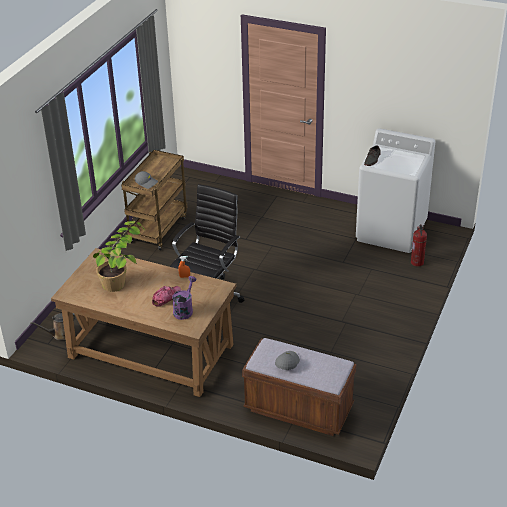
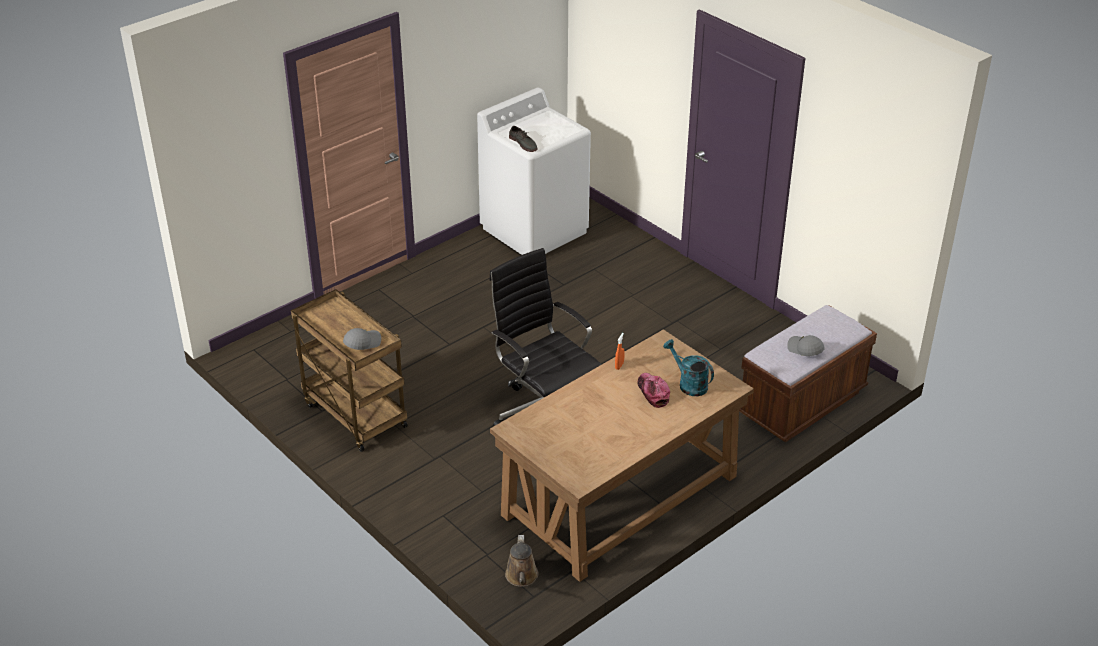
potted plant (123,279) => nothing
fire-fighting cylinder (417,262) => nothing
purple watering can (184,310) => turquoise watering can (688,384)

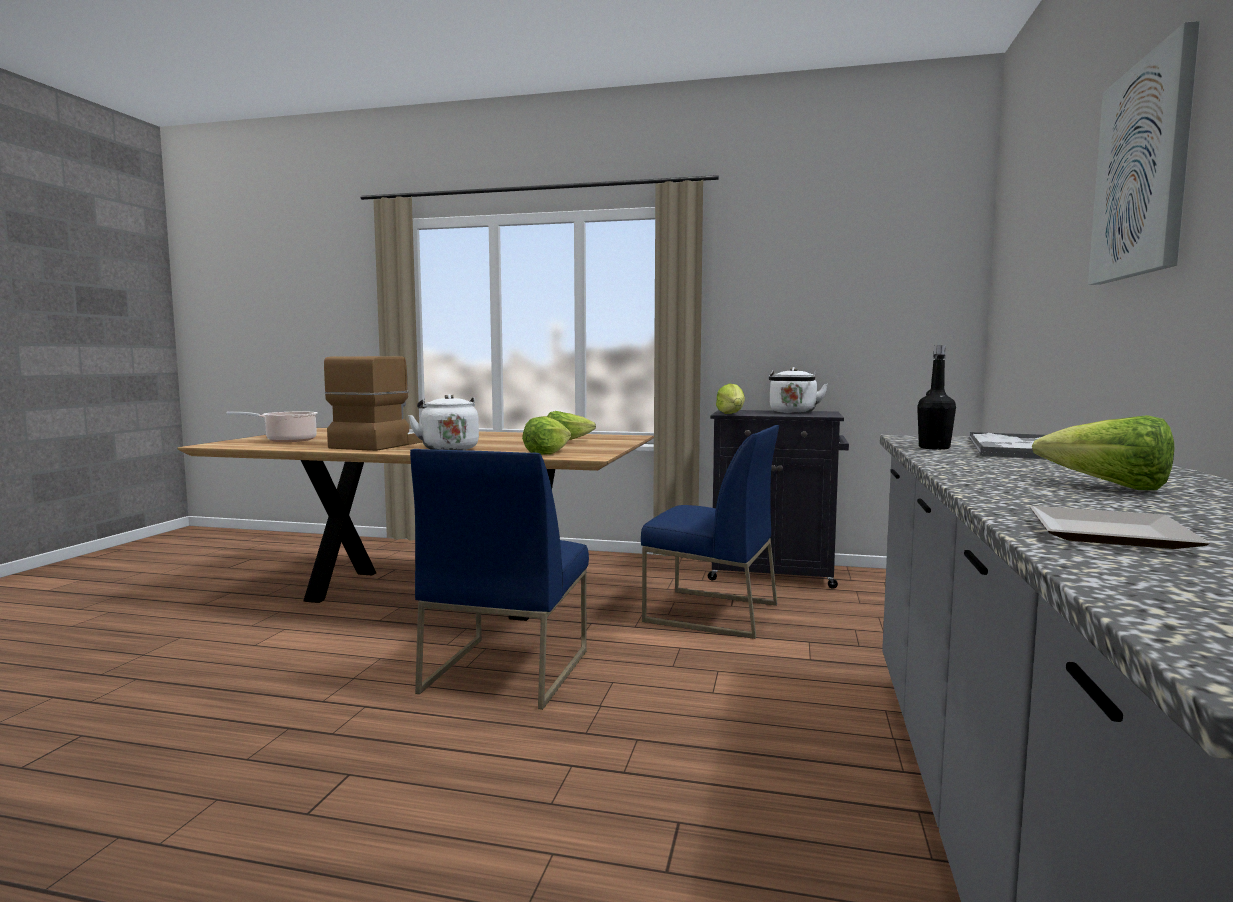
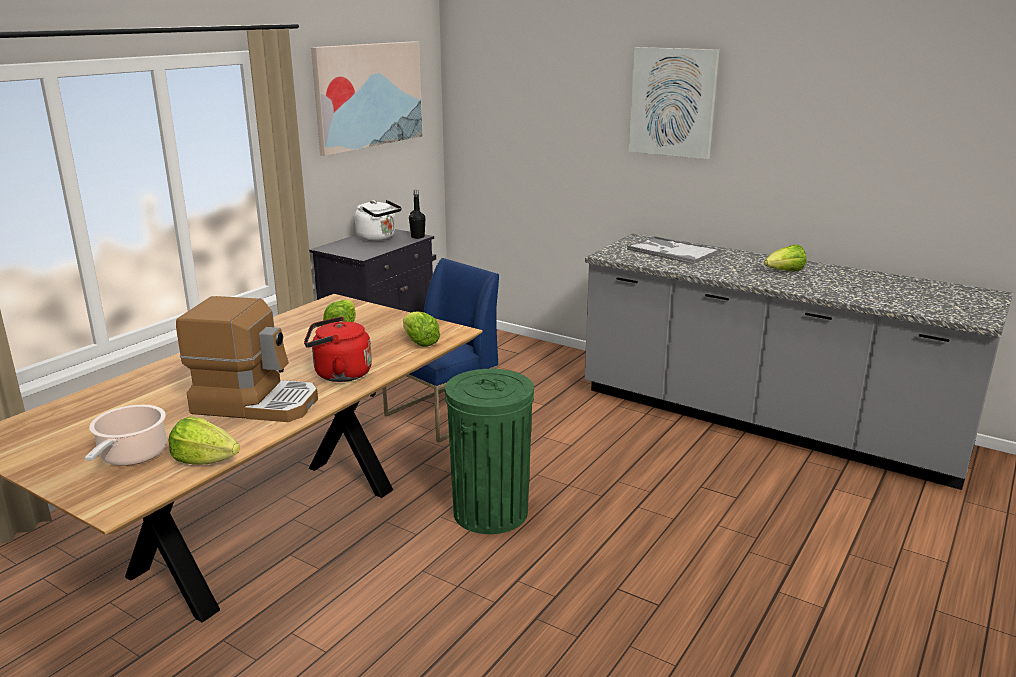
black beverage bottle (934,448) => black beverage bottle (417,237), move
coffee machine (381,444) => coffee machine (256,403), 150 degrees clockwise
lettuce (731,414) => lettuce (205,460), move
white water kettle (448,448) => red water kettle (339,374)
bluish plain chair (505,670) => greenish trash can (490,512)
dinner plate (1105,535) => nothing
nothing => picture (368,95)

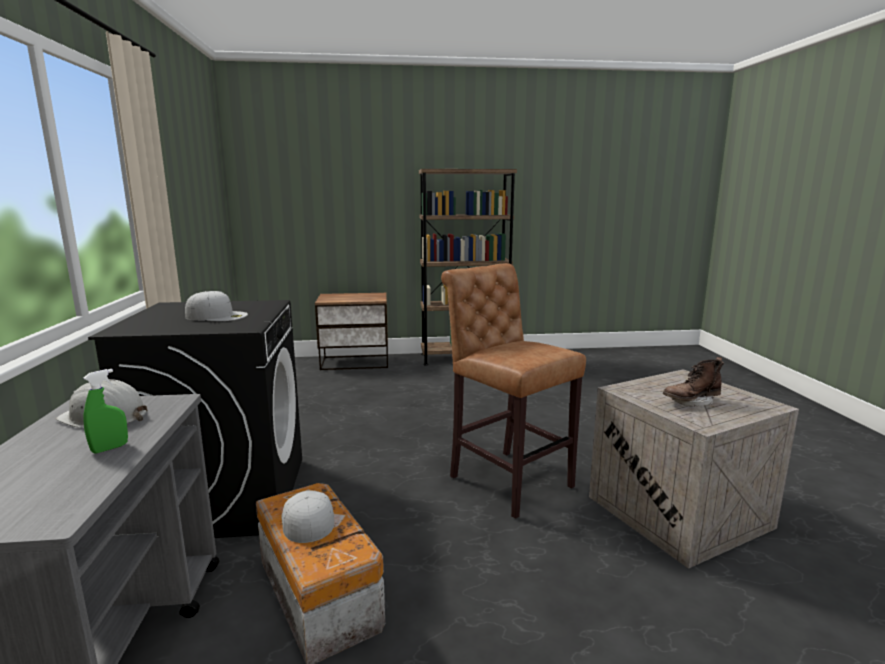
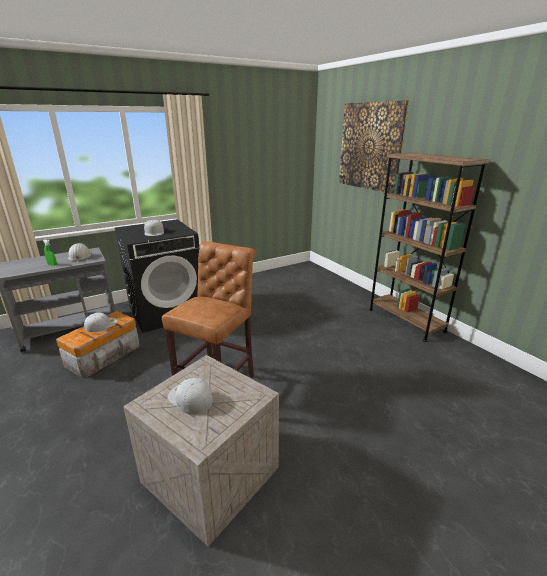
bedside table (356,363) => nothing
brown-coloured boot (691,402) => white cap (189,398)
nothing => picture (370,146)

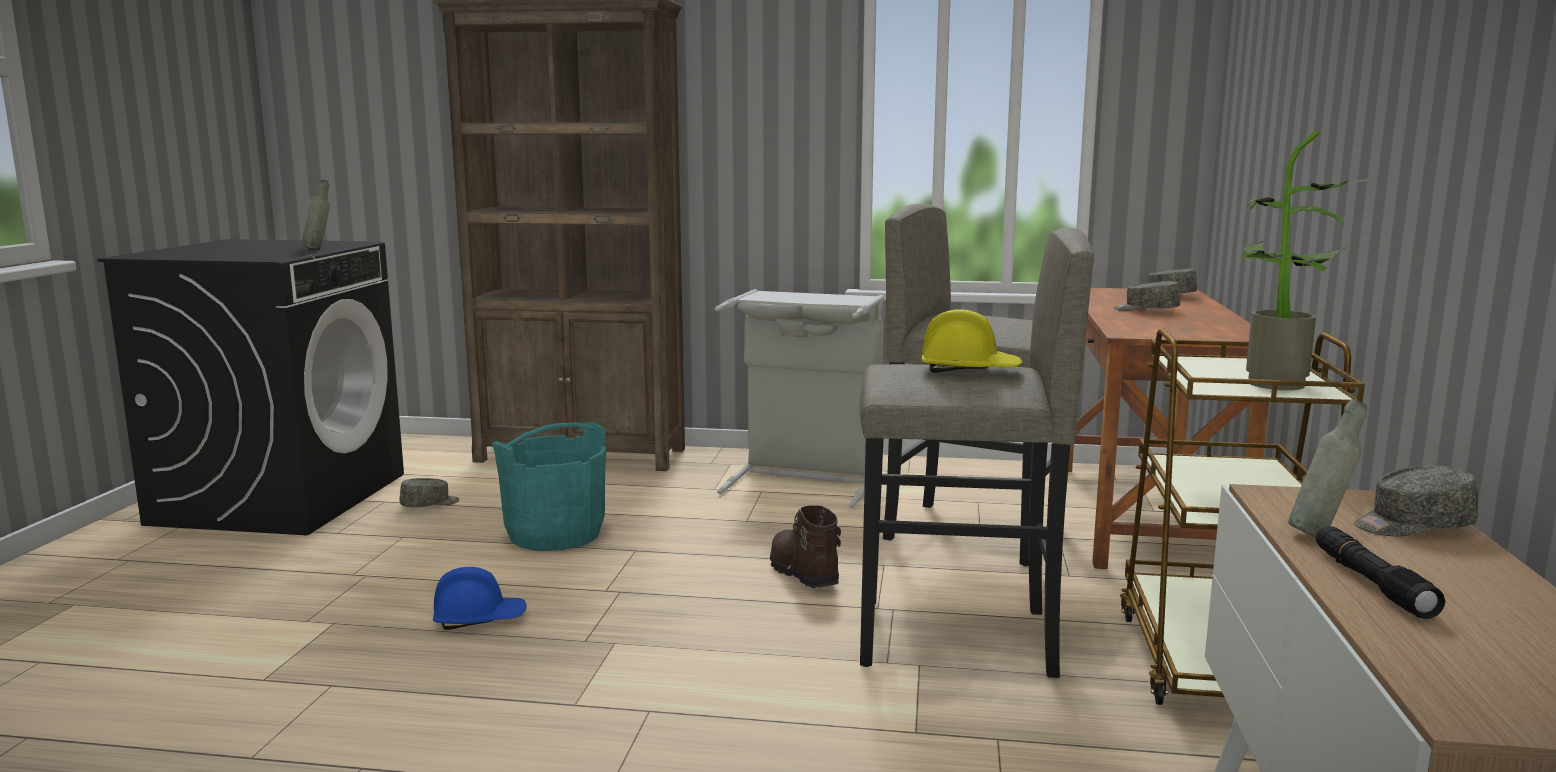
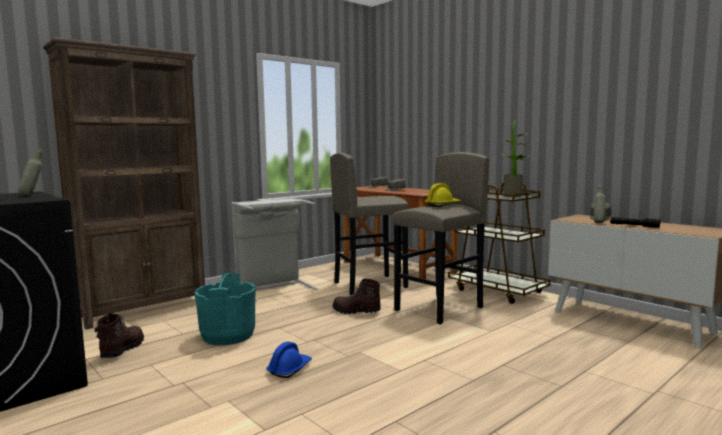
grey cap (430,504) => brown-coloured boot (121,350)

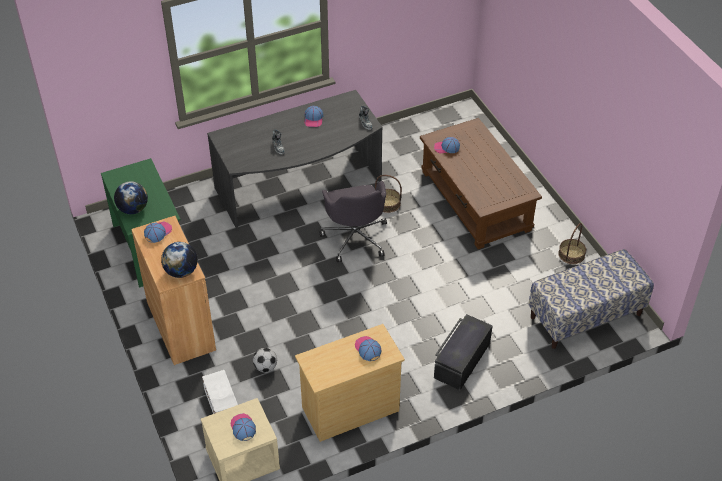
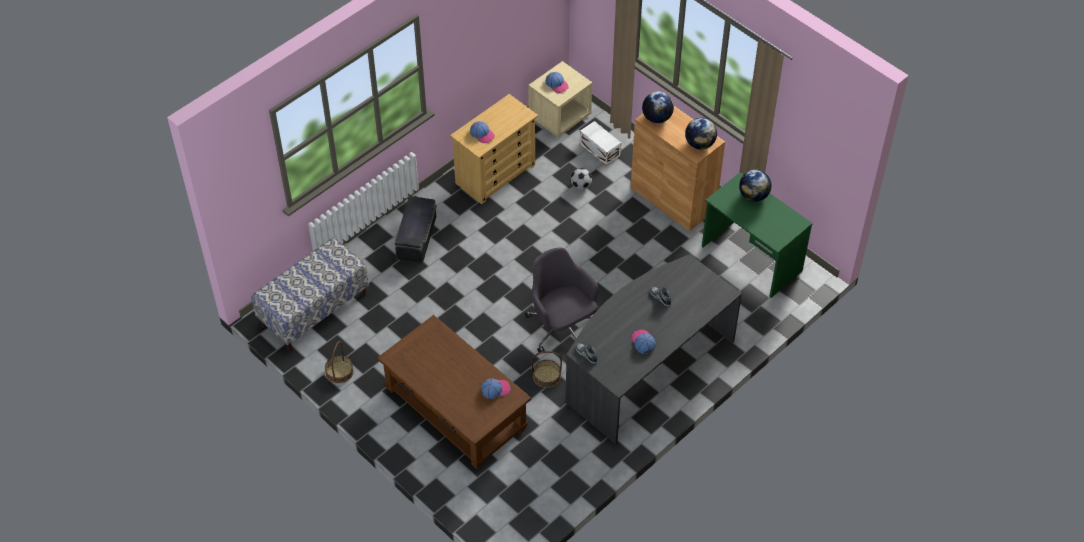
cap (158,232) => world globe (700,144)

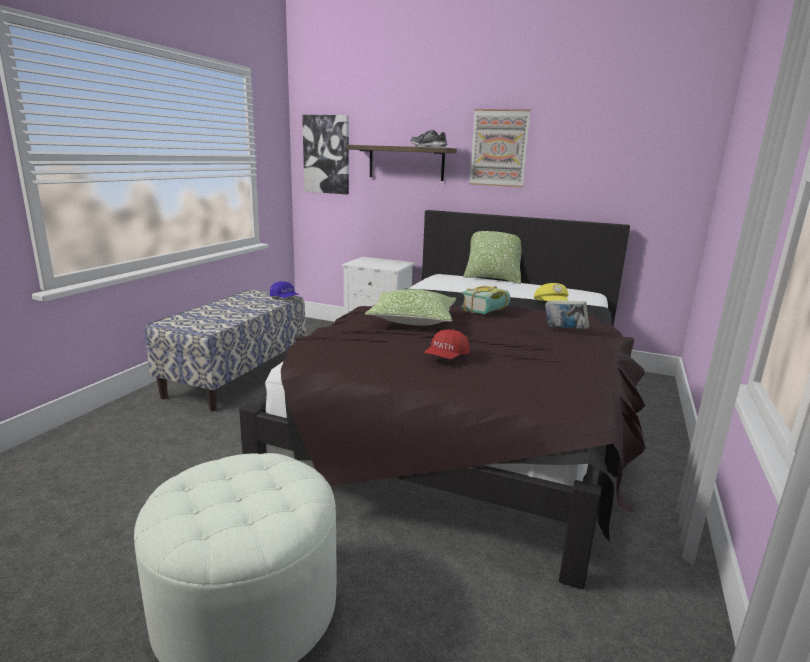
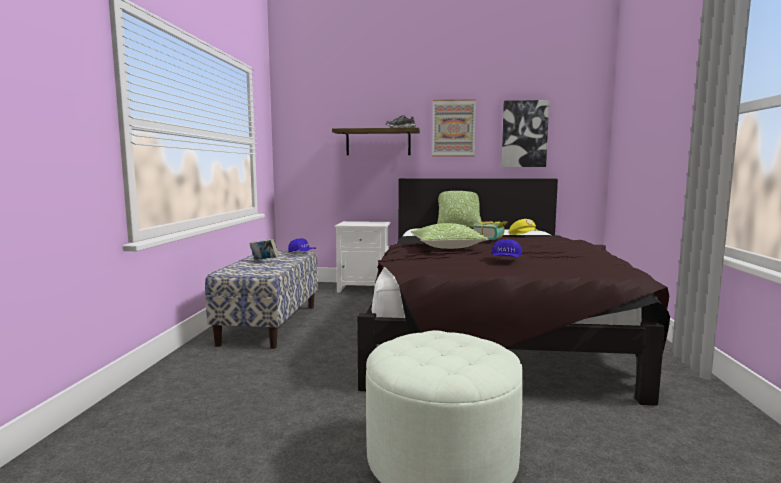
picture (327,154) => picture (524,134), move
volume (564,330) => volume (264,260), move
red cap (446,357) => bluish cap (506,259)

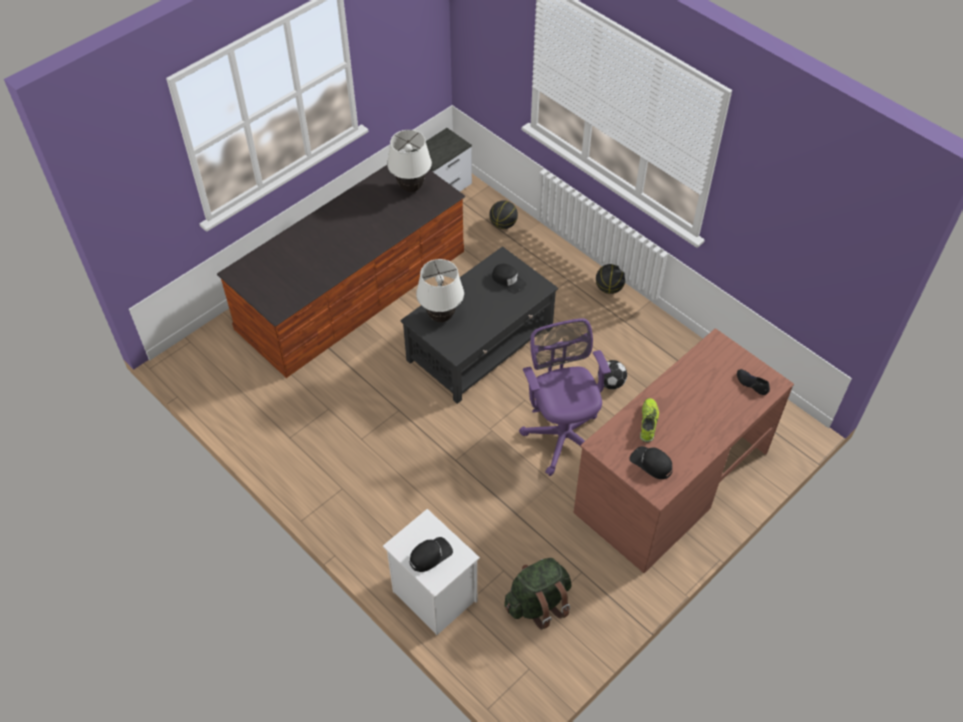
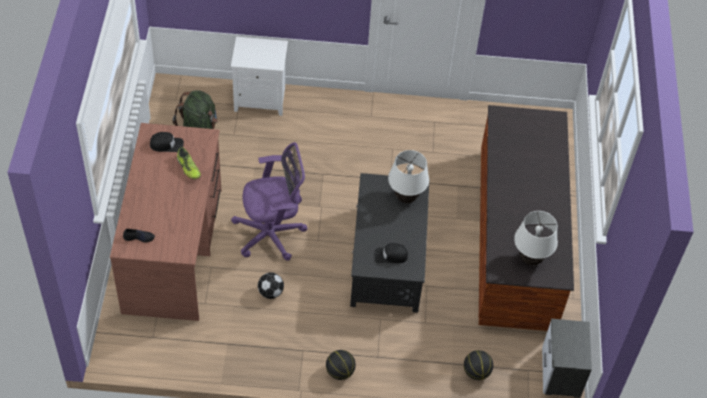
purple office chair (562,433) => purple office chair (272,234), 45 degrees counterclockwise
black cap (430,555) => nothing

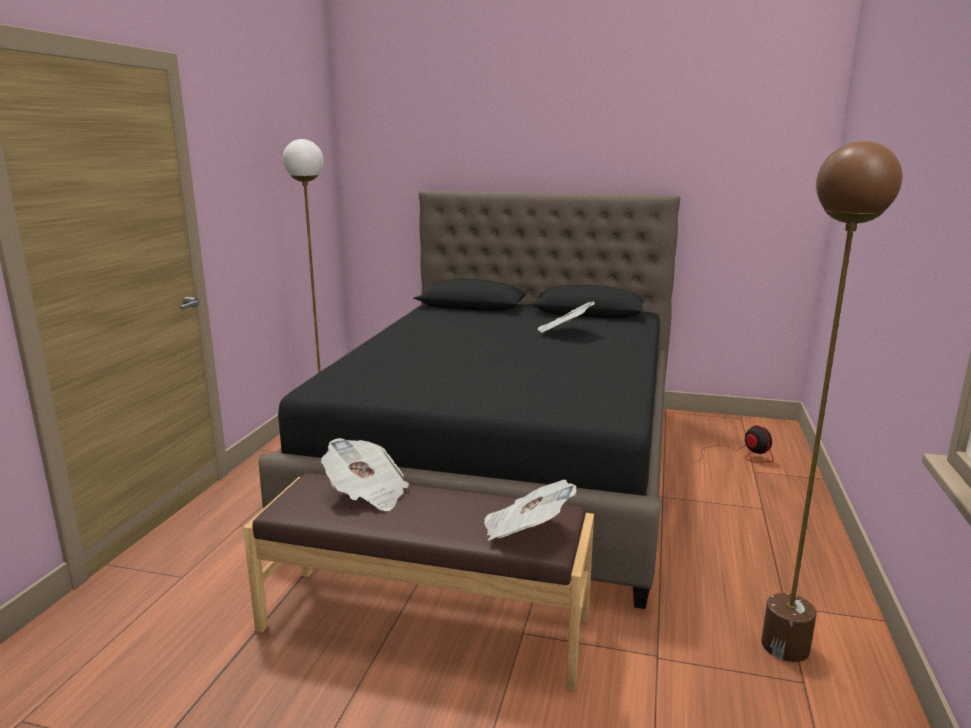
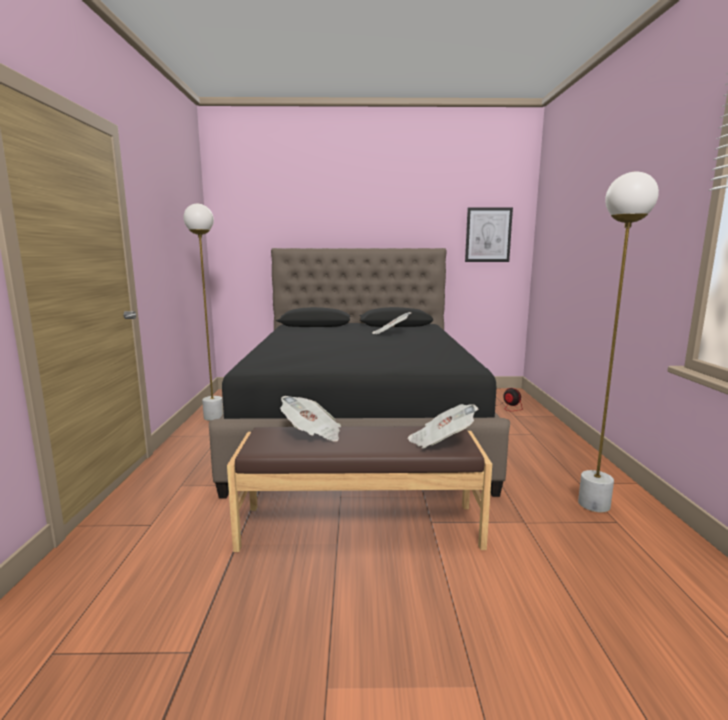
brown-coloured standing lamp (785,646) => white standing lamp (593,504)
nothing => picture (488,235)

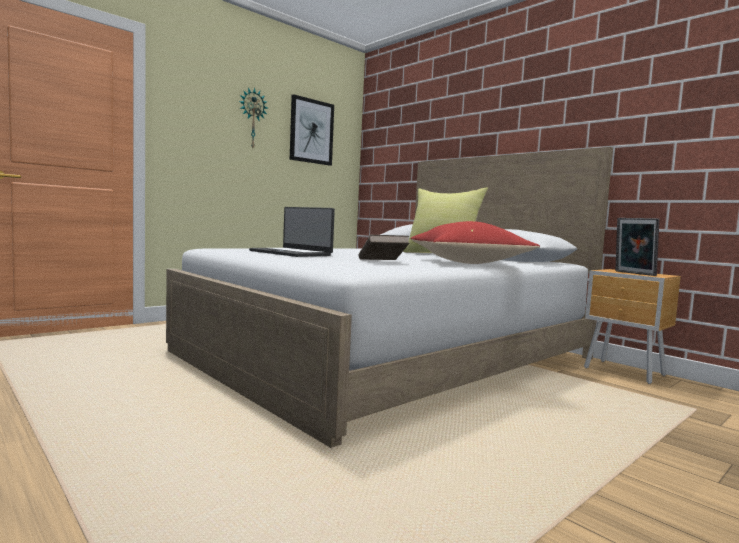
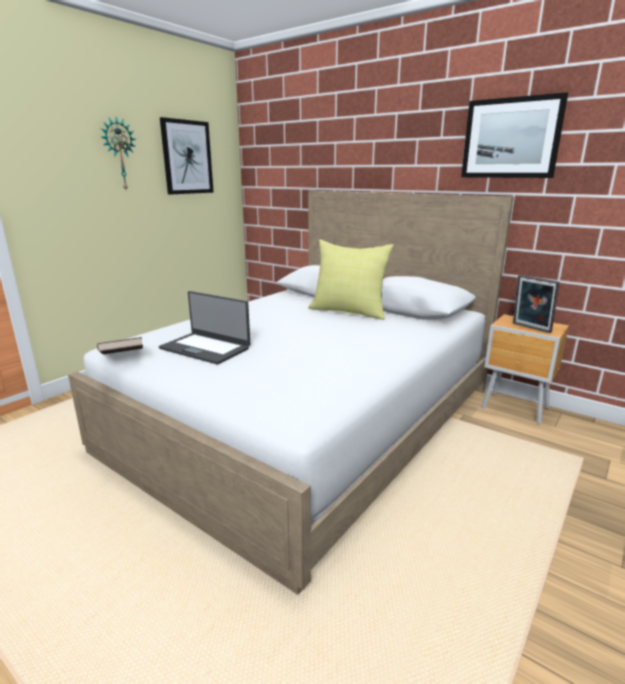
red pillow (469,263) => nothing
brown-coloured volume (382,261) => brown-coloured volume (123,359), move
nothing => picture (511,138)

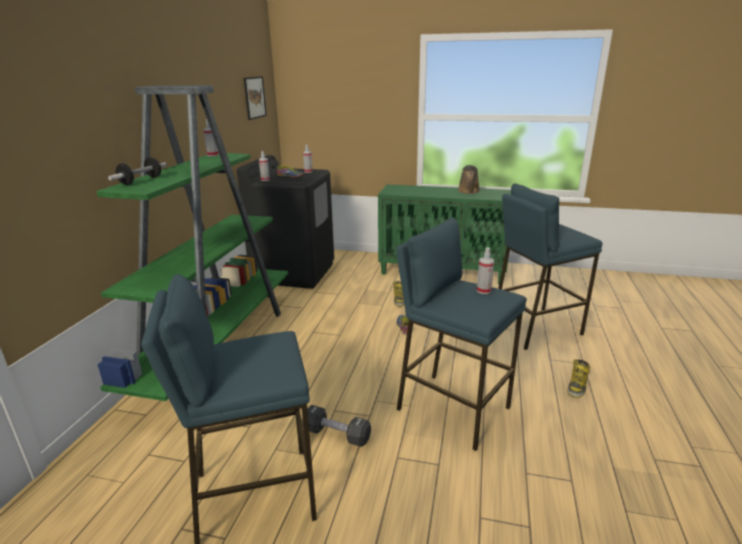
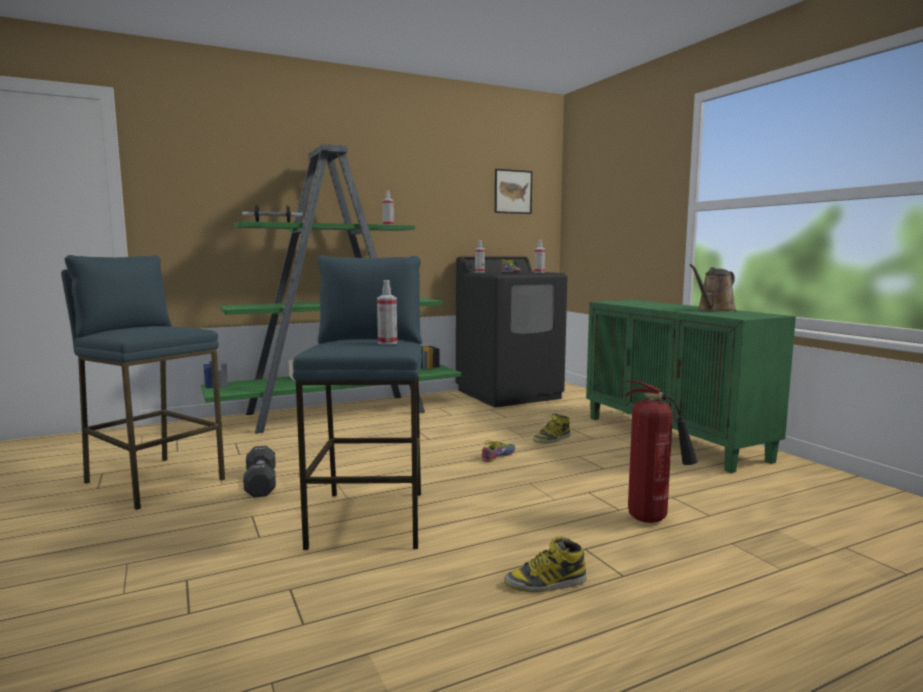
bluish stool (534,328) => fire-fighting cylinder (652,520)

